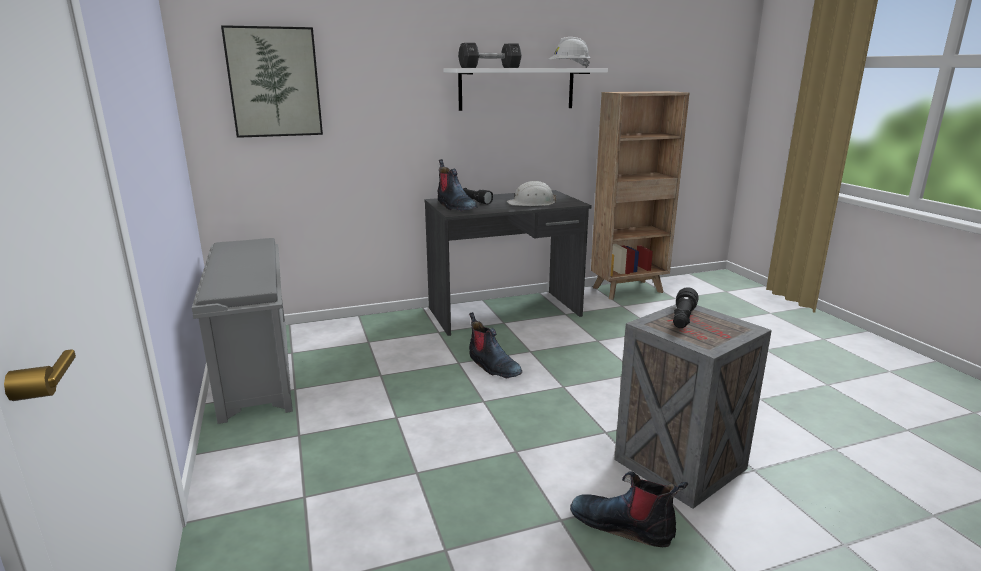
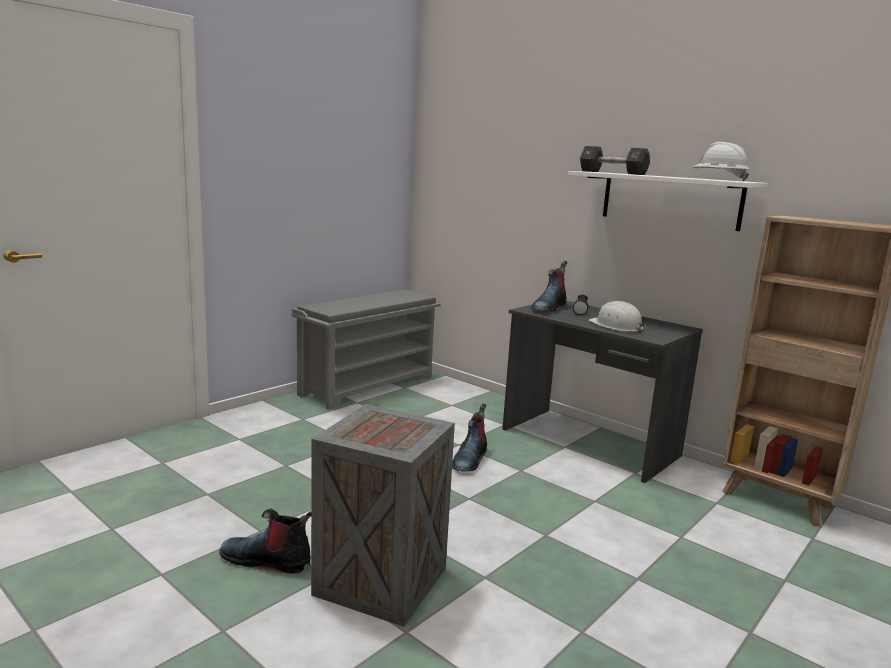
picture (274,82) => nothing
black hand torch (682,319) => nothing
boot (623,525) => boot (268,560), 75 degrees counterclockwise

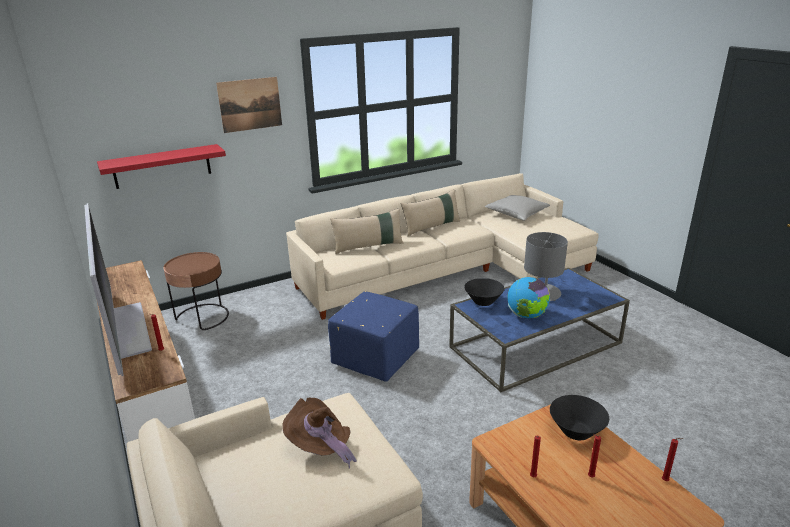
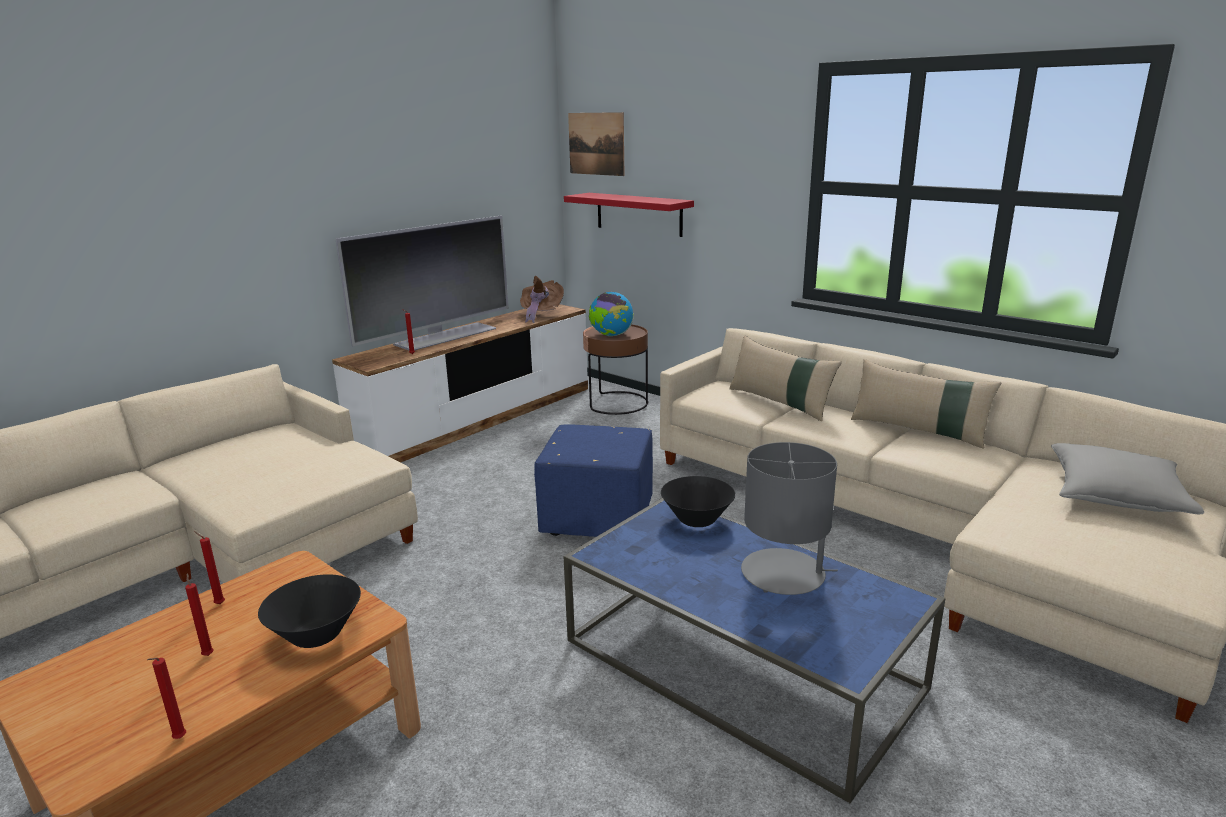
picture (250,104) => picture (596,144), move
world globe (526,315) => world globe (611,335), move
brown-coloured wearable hat (320,447) => brown-coloured wearable hat (540,315), move

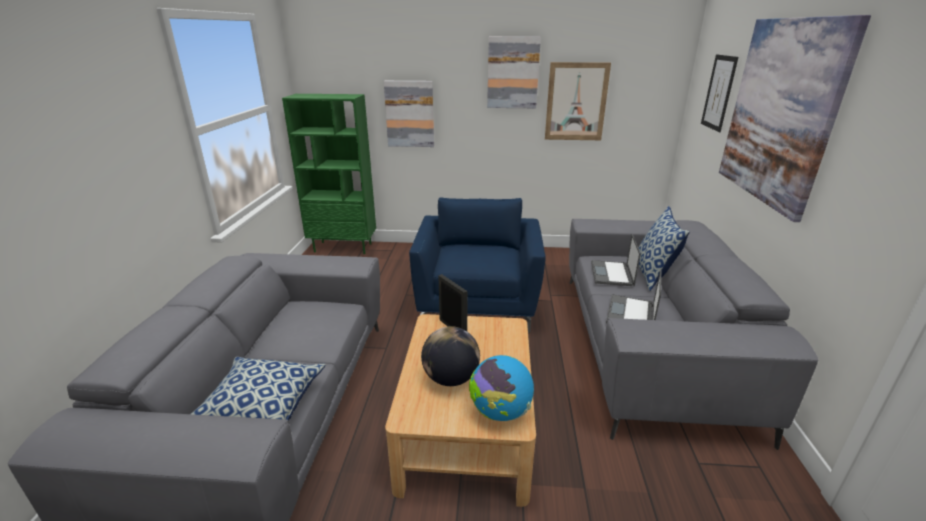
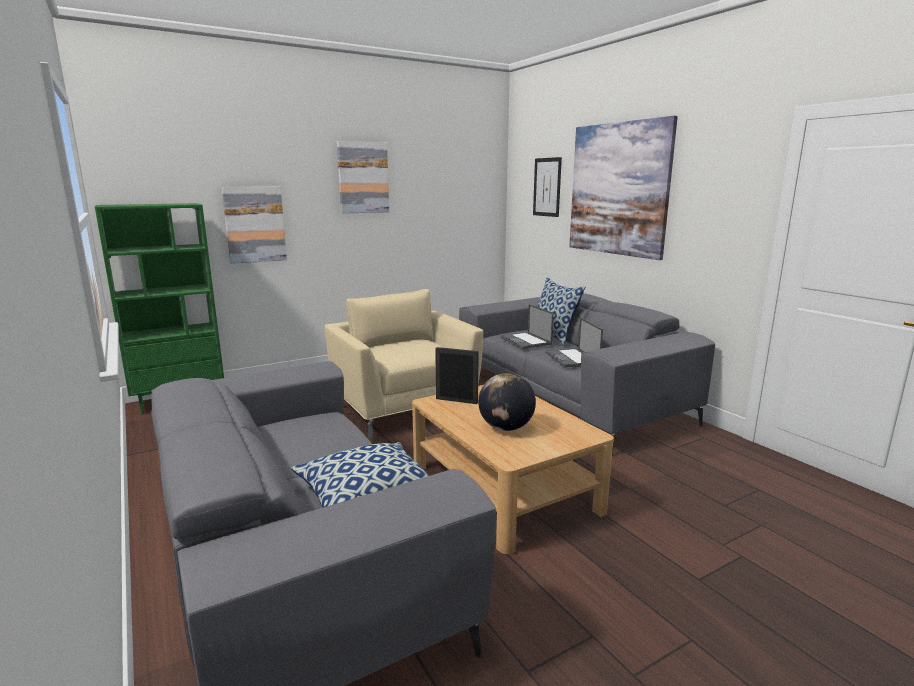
picture (576,102) => nothing
bluish lounge chair (478,306) => beige-coloured lounge chair (404,409)
world globe (500,412) => nothing

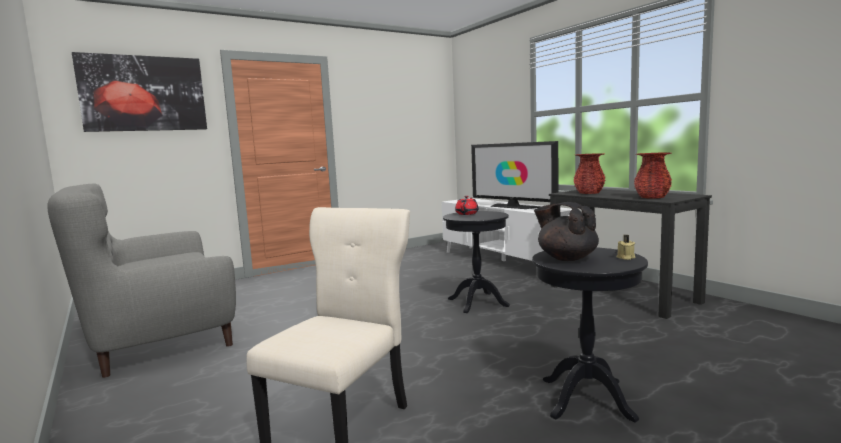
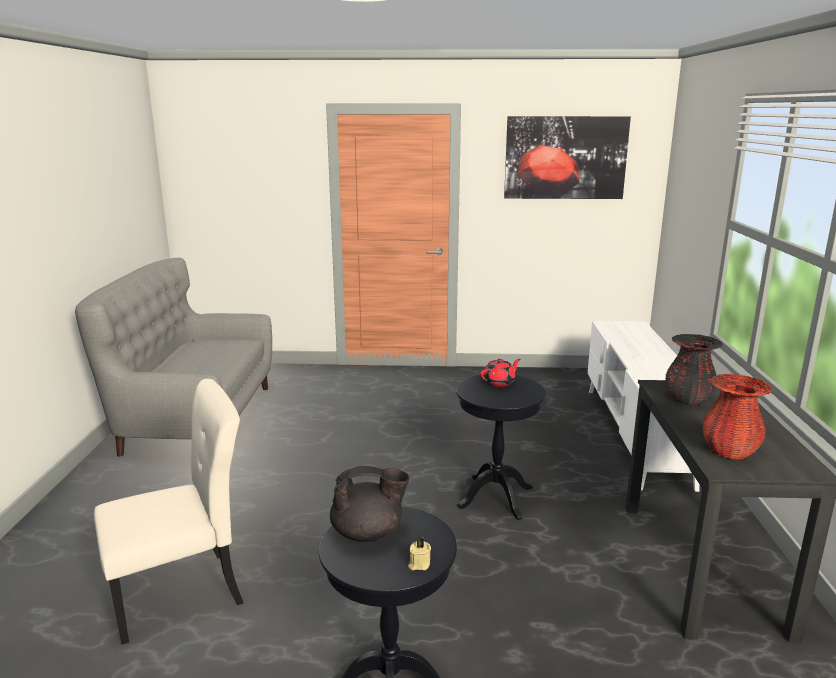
picture (144,93) => picture (565,158), move
television (513,206) => nothing
red decorative vase (589,193) => black decorative vase (688,399)
black tea pot (566,258) => black tea pot (368,533), 90 degrees clockwise

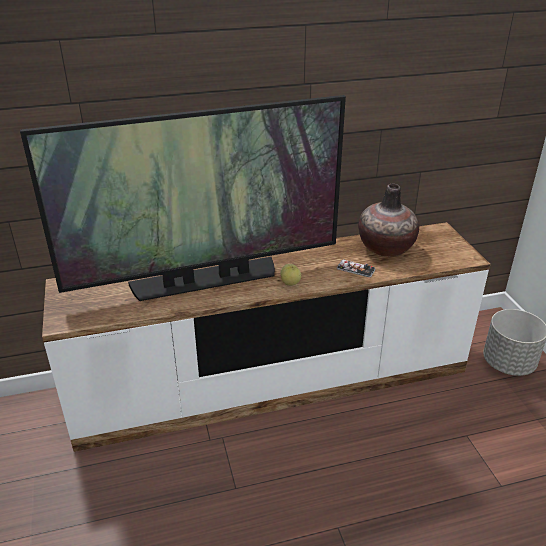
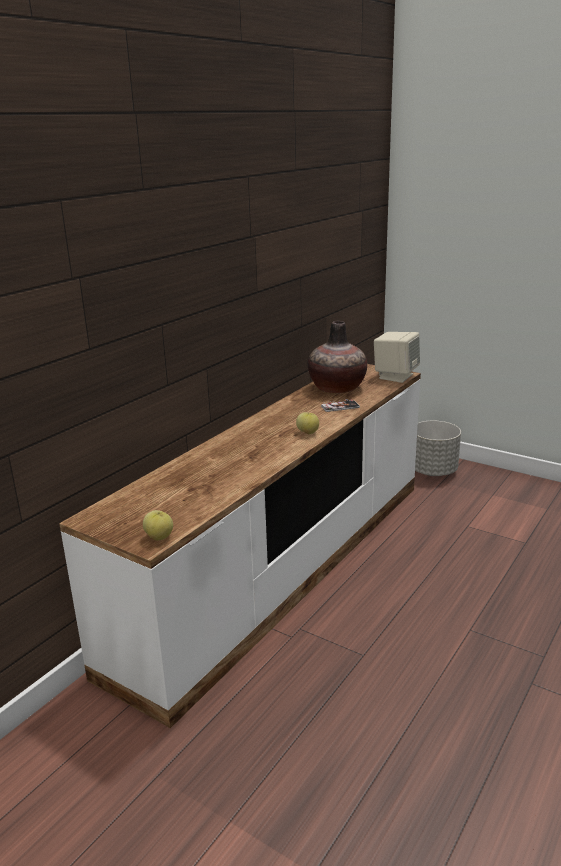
television (205,280) => nothing
nothing => beige-coloured speaker (395,376)
nothing => apple (159,537)

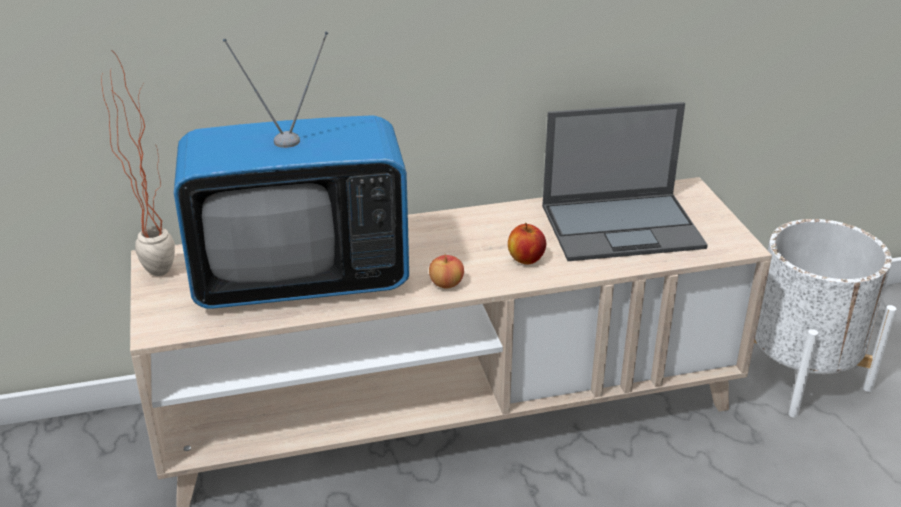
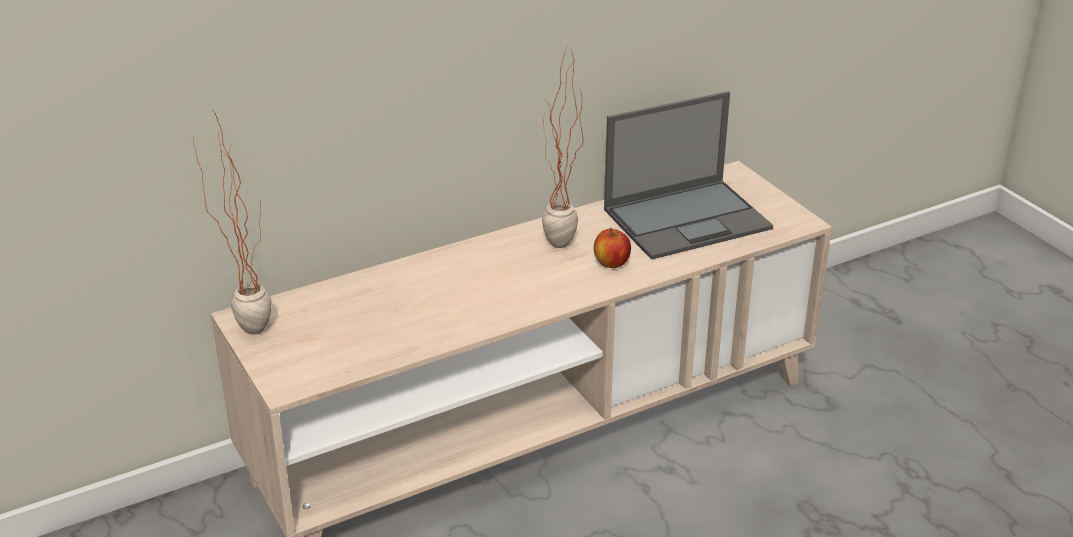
television (301,279) => nothing
white plant pot (800,373) => nothing
apple (446,284) => nothing
nothing => potted plant (559,250)

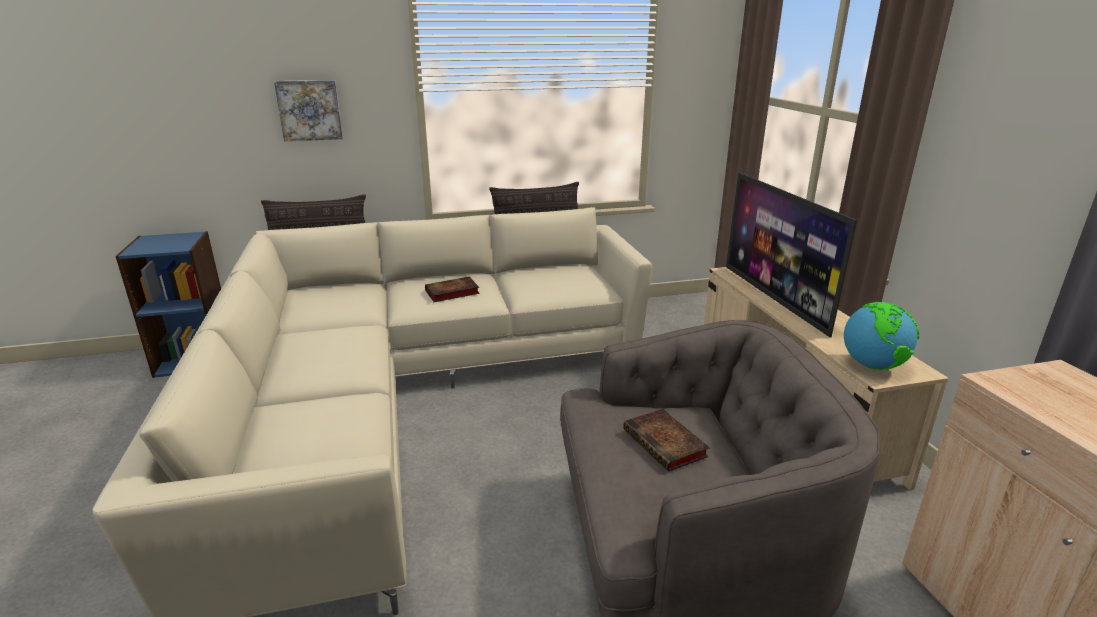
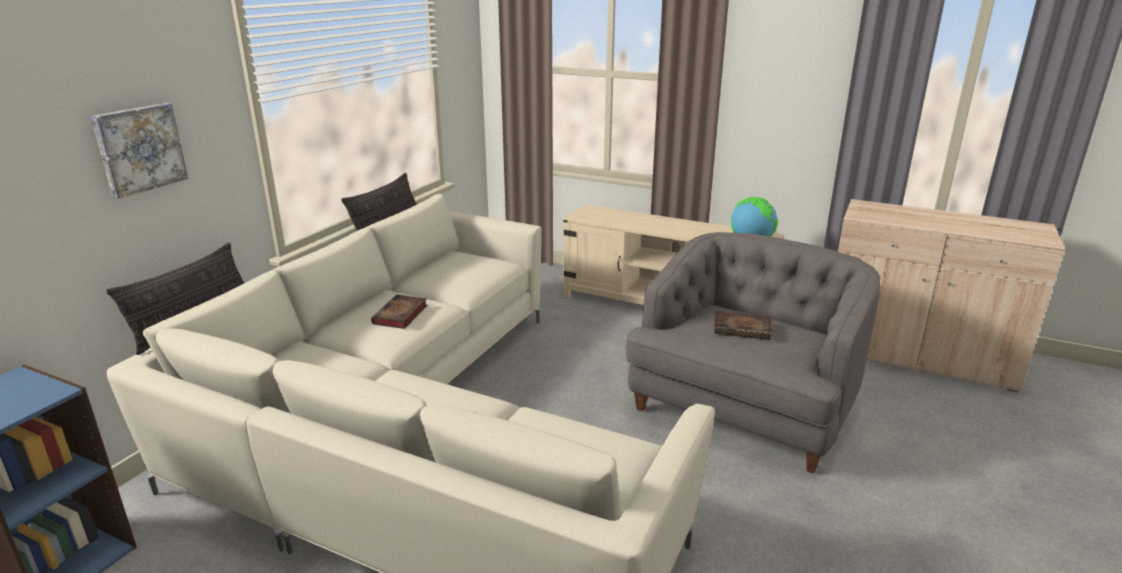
television (775,298) => nothing

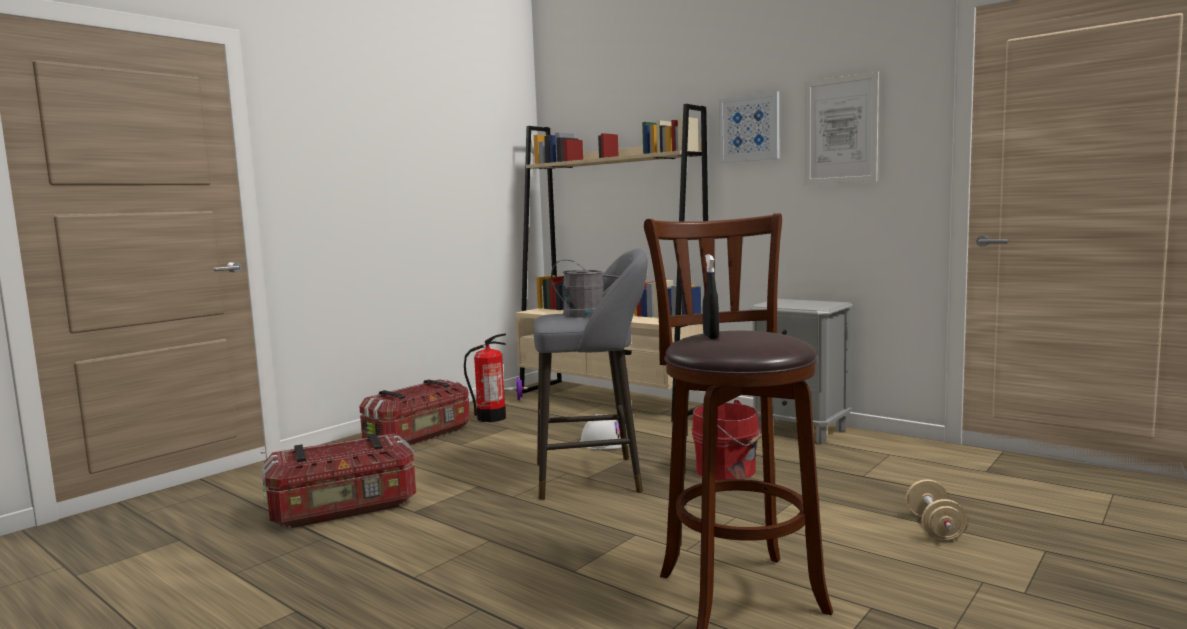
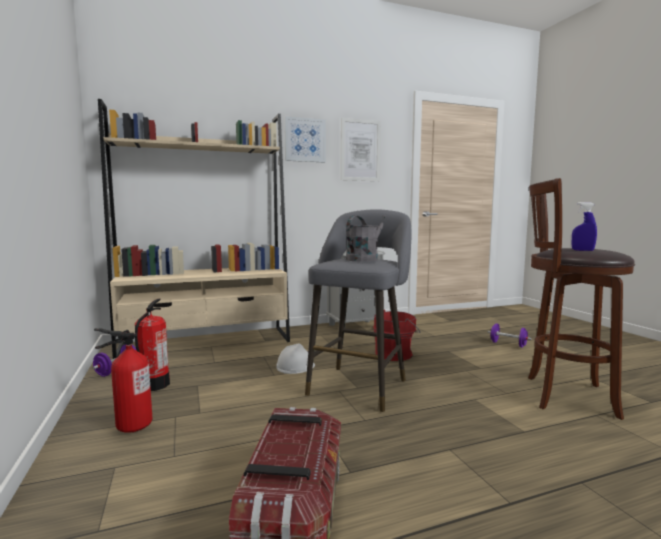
black spray bottle (710,336) => bluish spray bottle (582,250)
storage box (420,436) => fire-fighting cylinder (132,426)
beige-coloured hand weight (934,528) => purple hand weight (508,344)

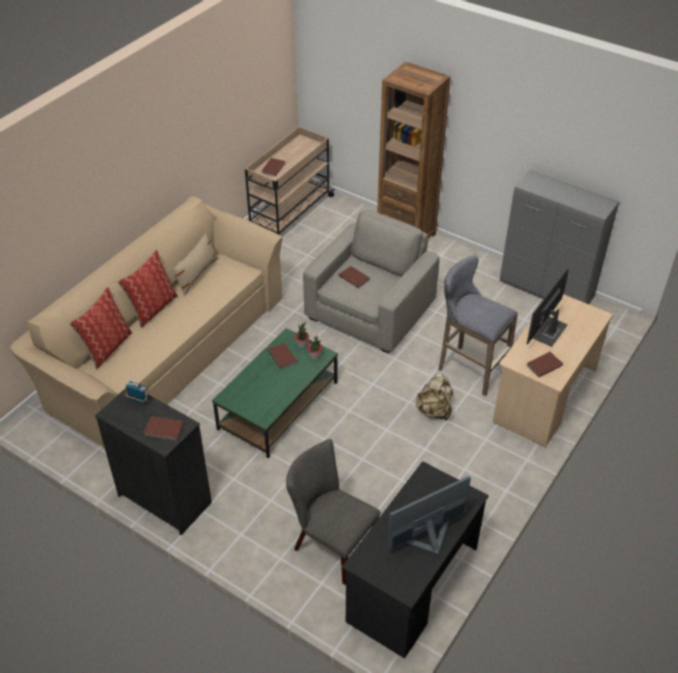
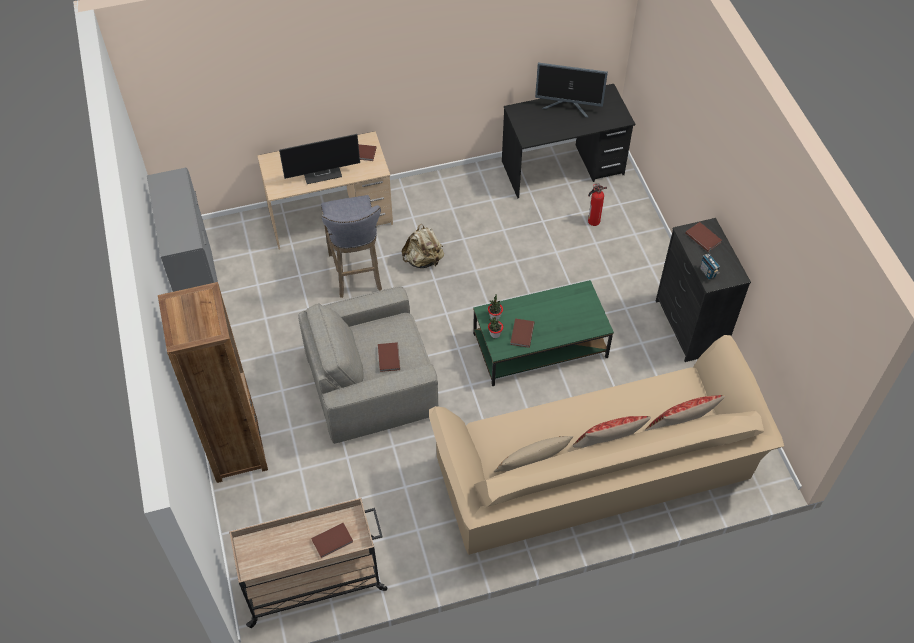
grey plain chair (330,544) => fire-fighting cylinder (593,221)

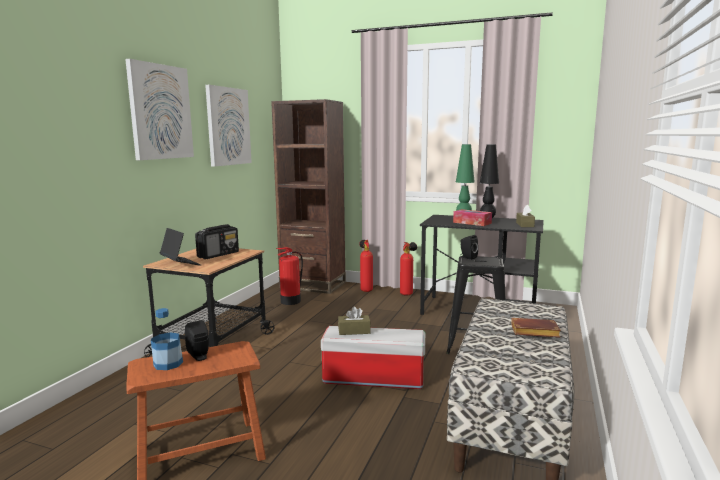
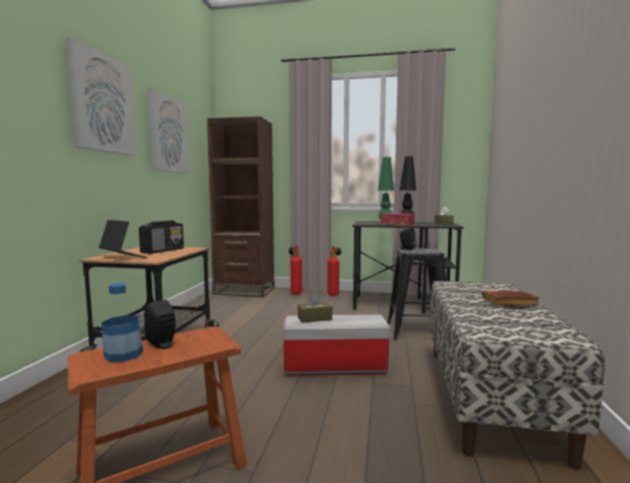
fire-fighting cylinder (290,301) => nothing

